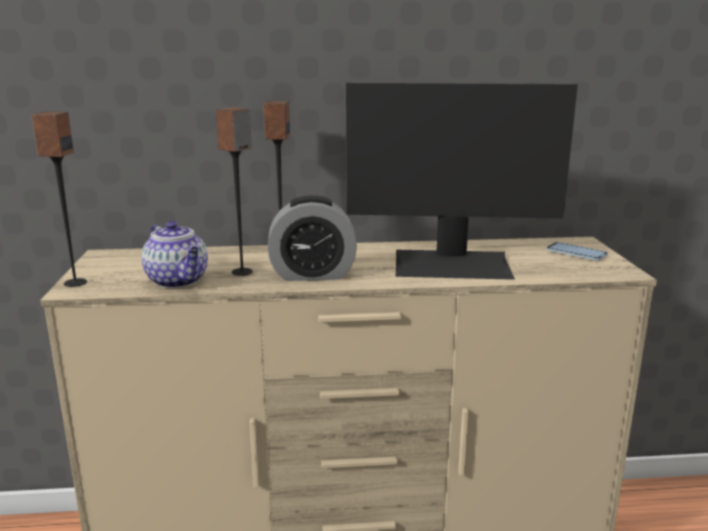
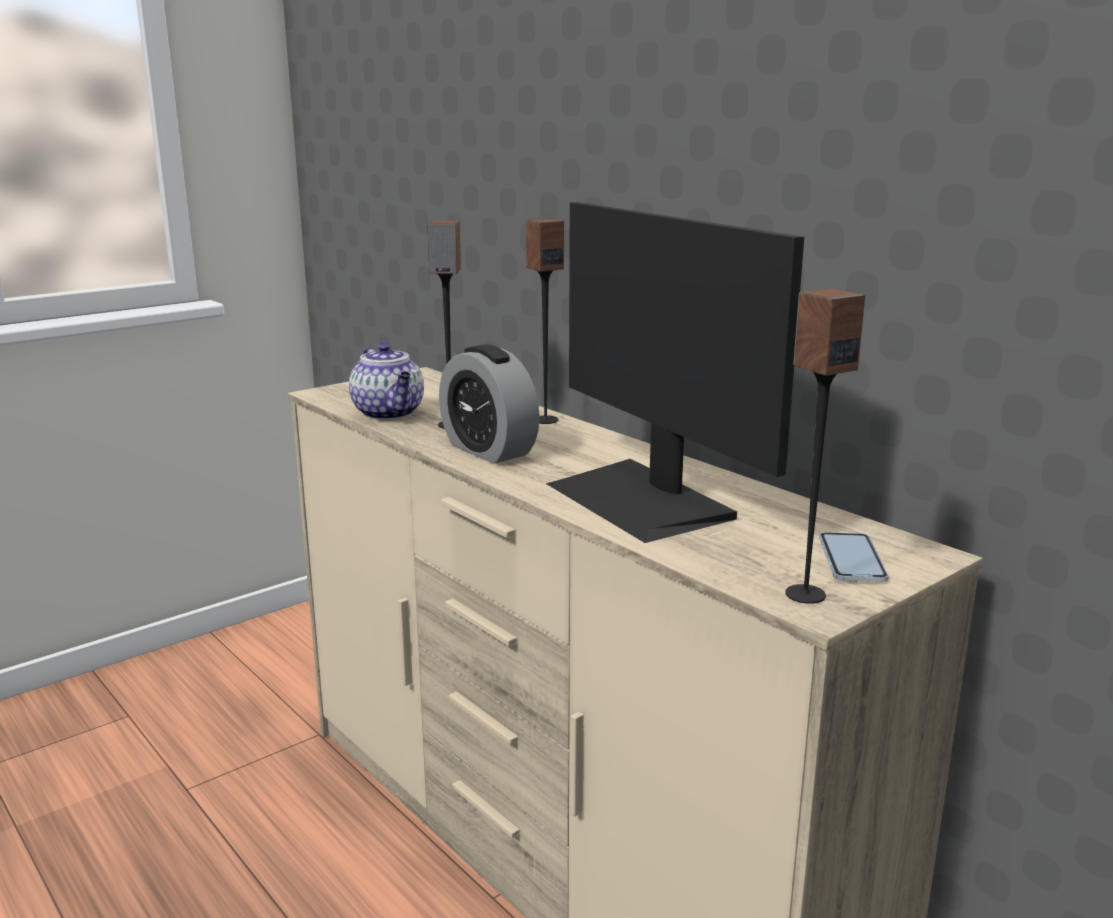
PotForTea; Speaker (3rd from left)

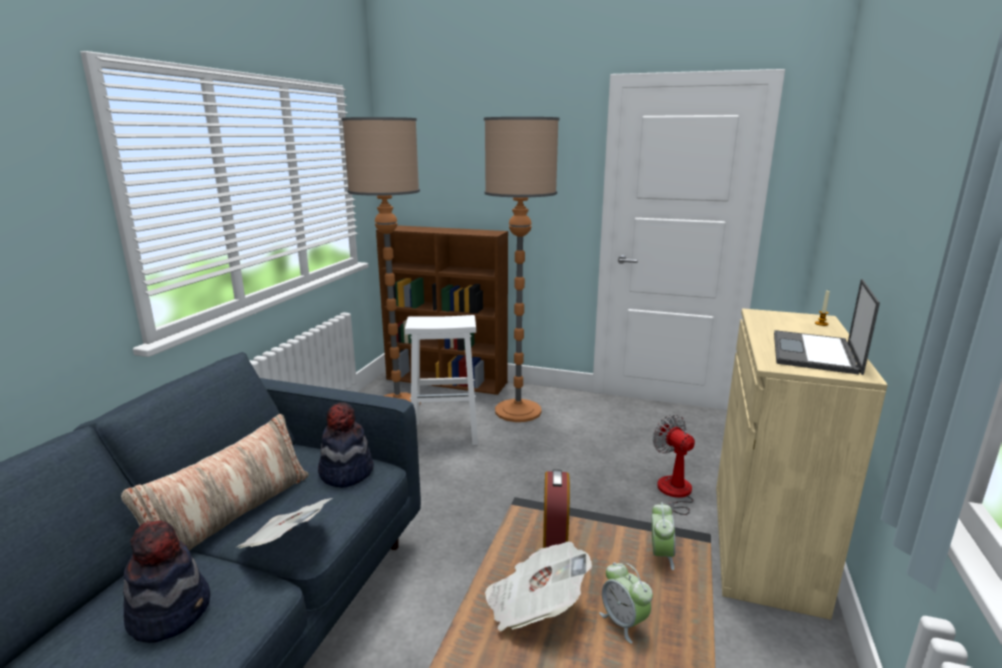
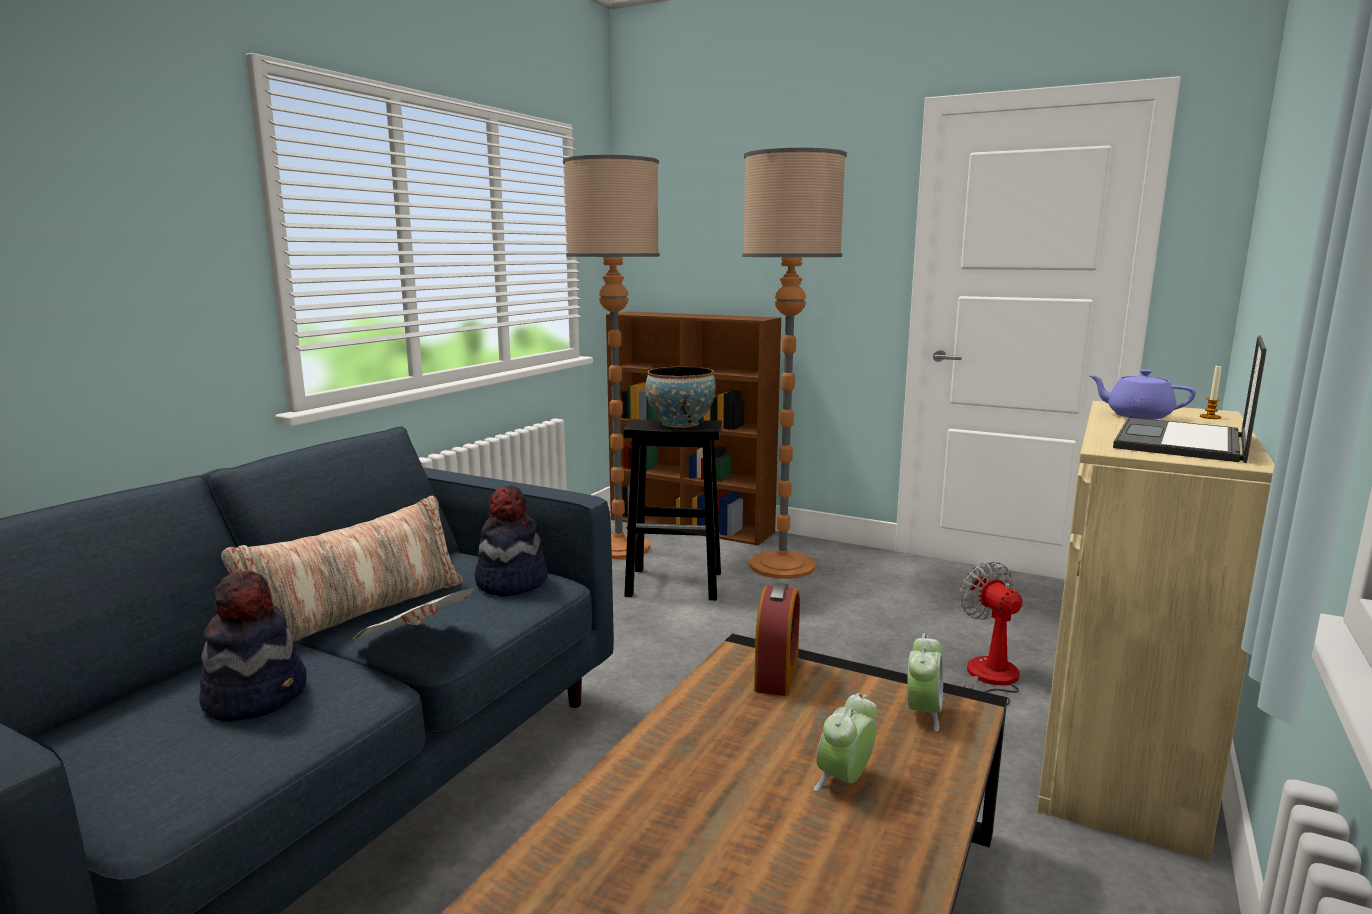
BlackColouredStool; DeepDish; AlarmClock (2nd from left); PurplePotForTea; PrintedPaper (2nd from left in the first image)

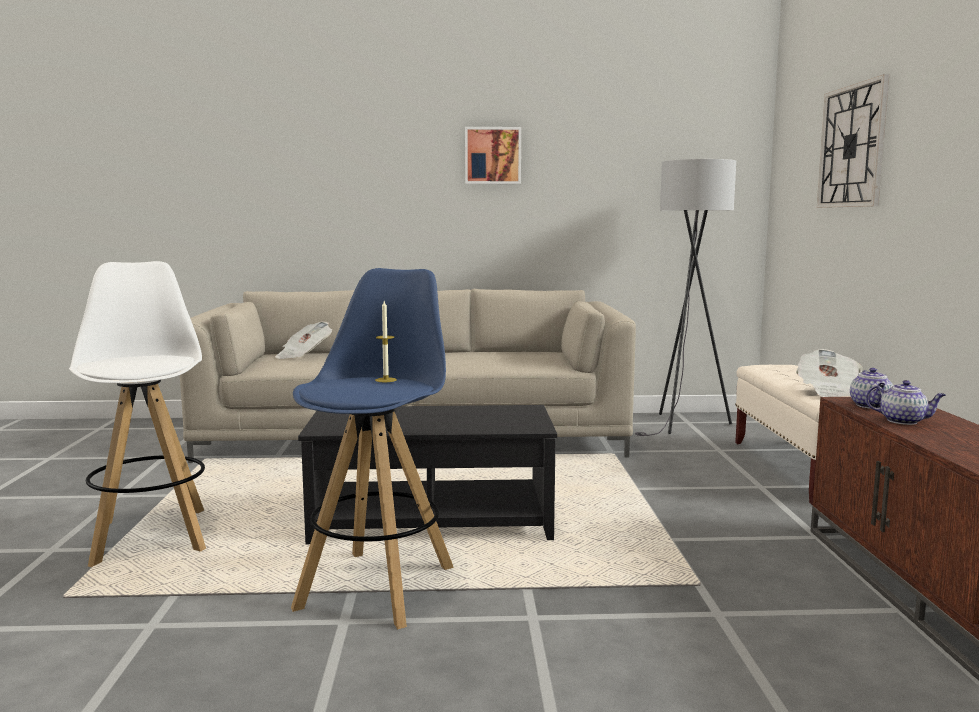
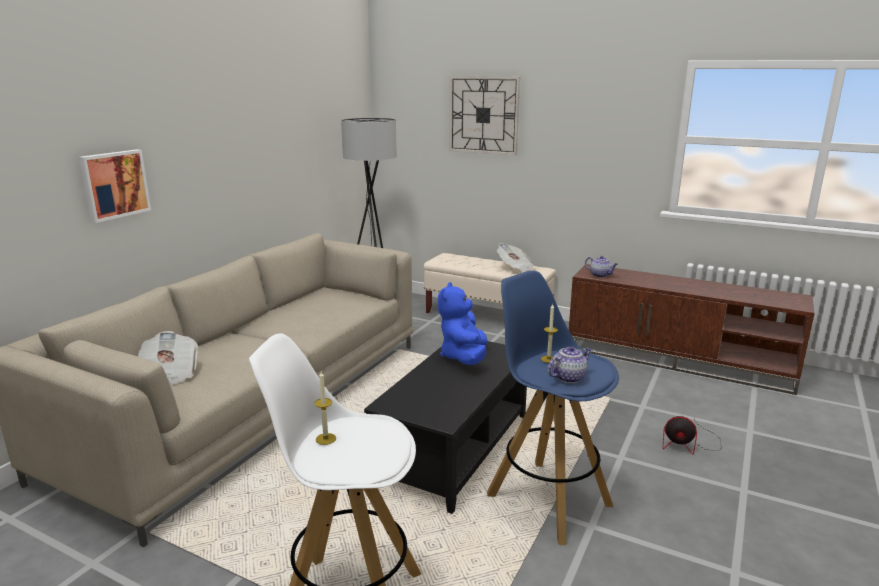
Picture; Candle (1st from left); BlueColouredSoftToy; PotForTea (1st from left); ElectricFan

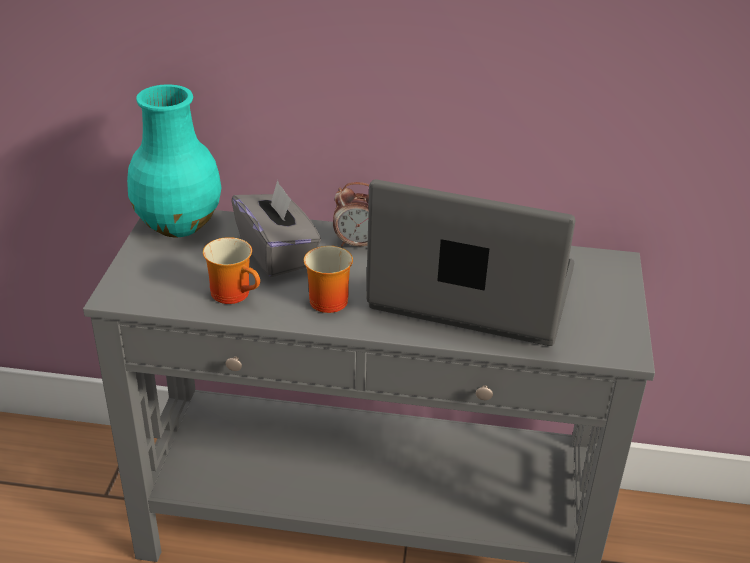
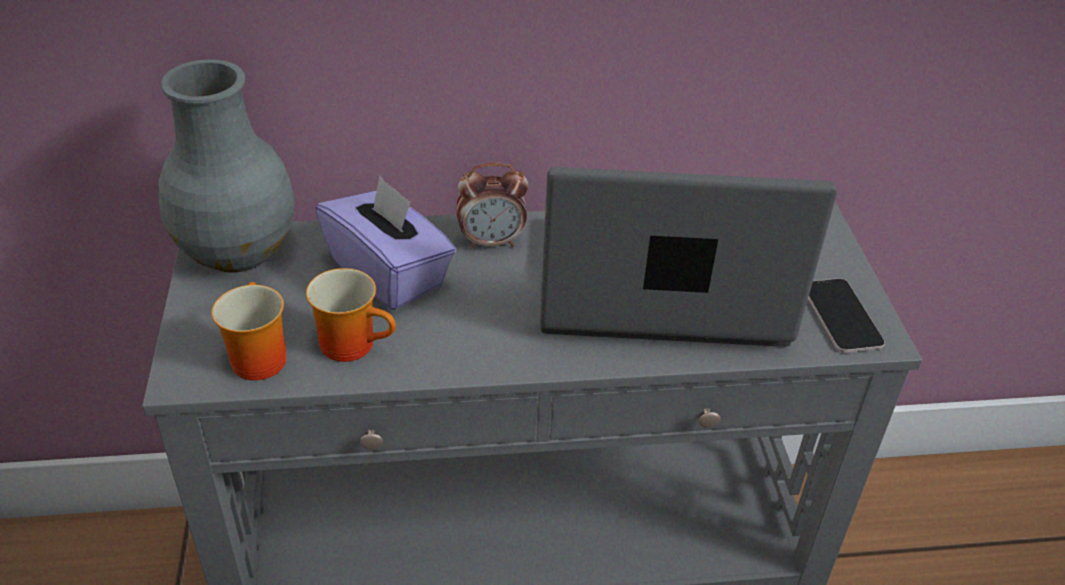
GrayVase; Mug (1st from left); PurpleBoxOfTissues; Phone

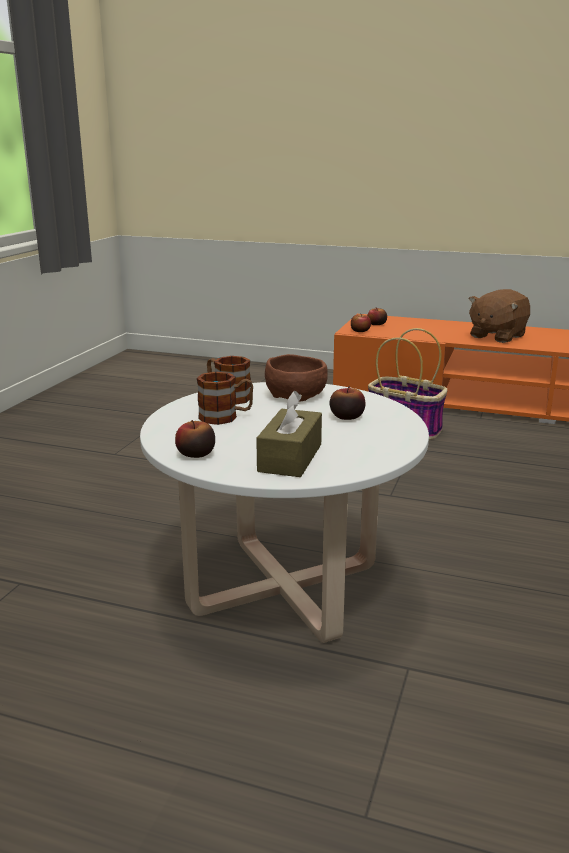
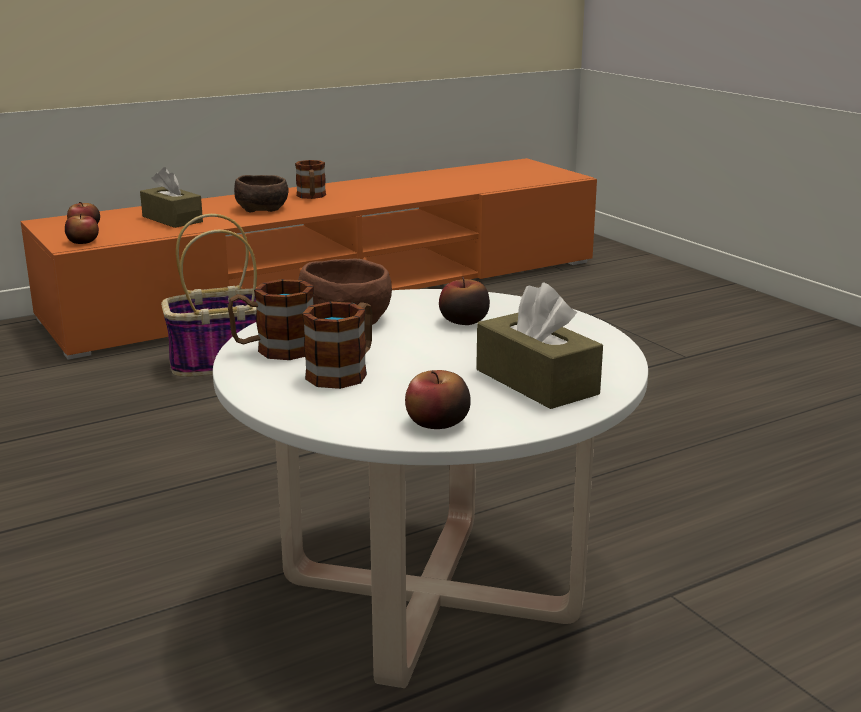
BrownColouredBoxOfTissues (1st from left); BrownColouredDeepDish (1st from left); Mug (2nd from left)

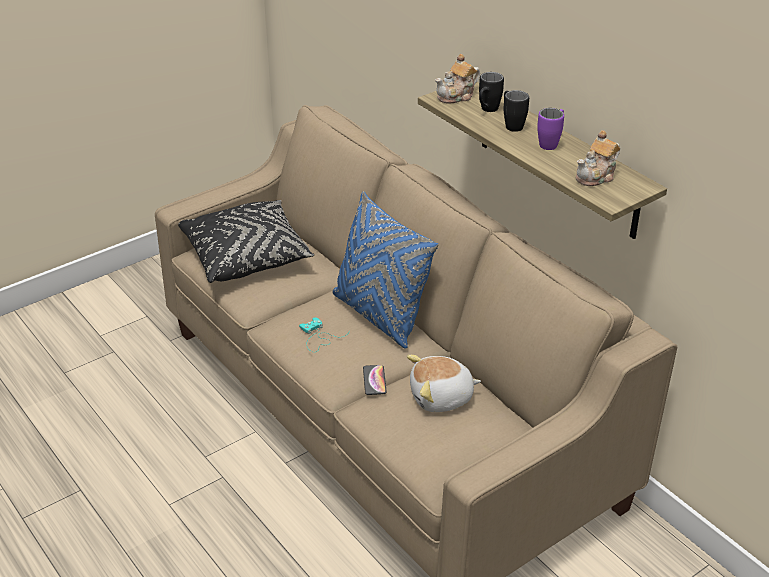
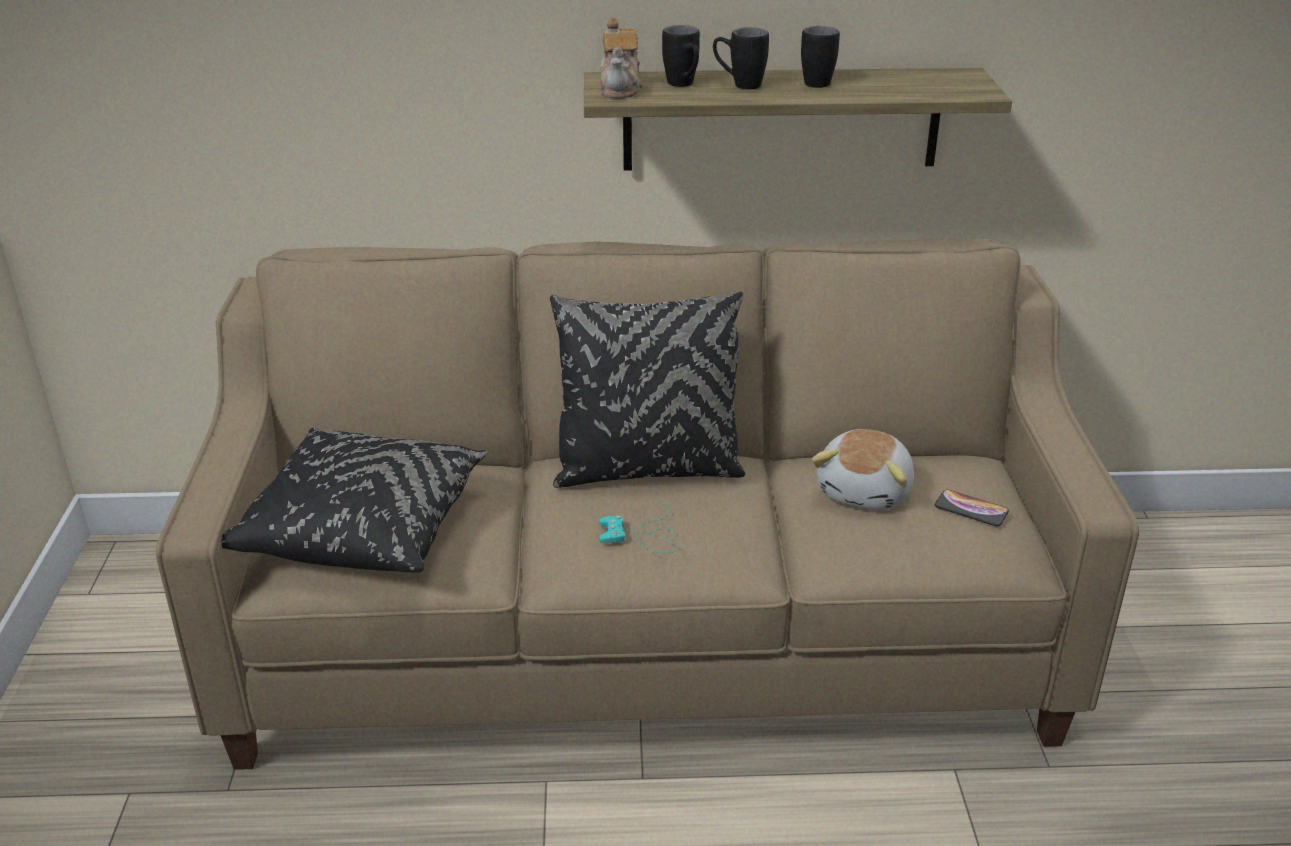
BlackColouredPillow (2nd from left); BlackColouredMug (3rd from left); Phone; PotForTea (2nd from left in the first image)

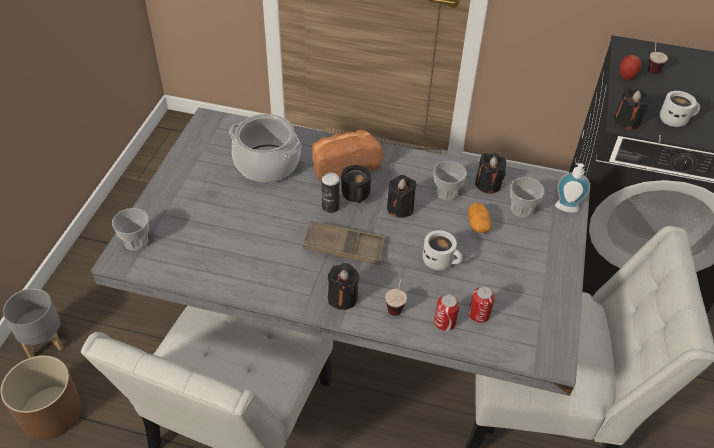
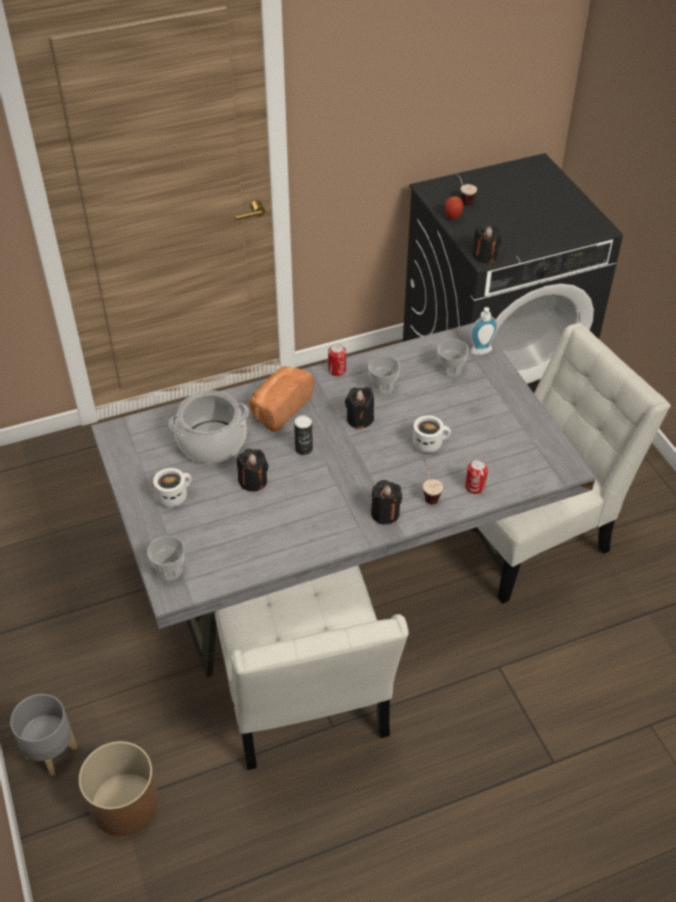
WhiteColouredMug (1st from left); BlackColouredCandle (1st from left); Can (2nd from left); BrownColouredTray; BlackColouredMug; Potato

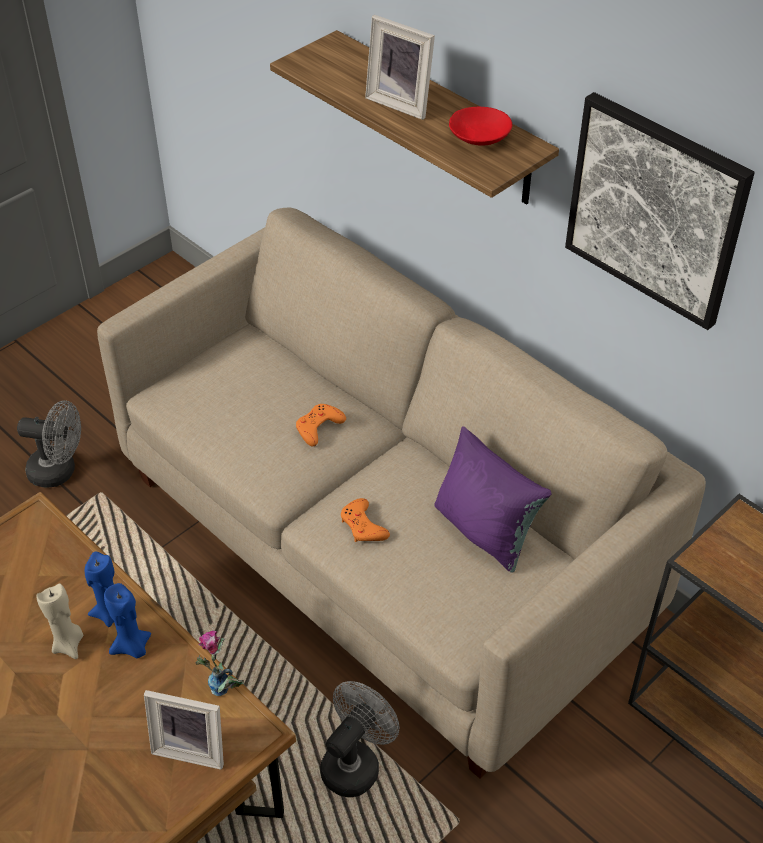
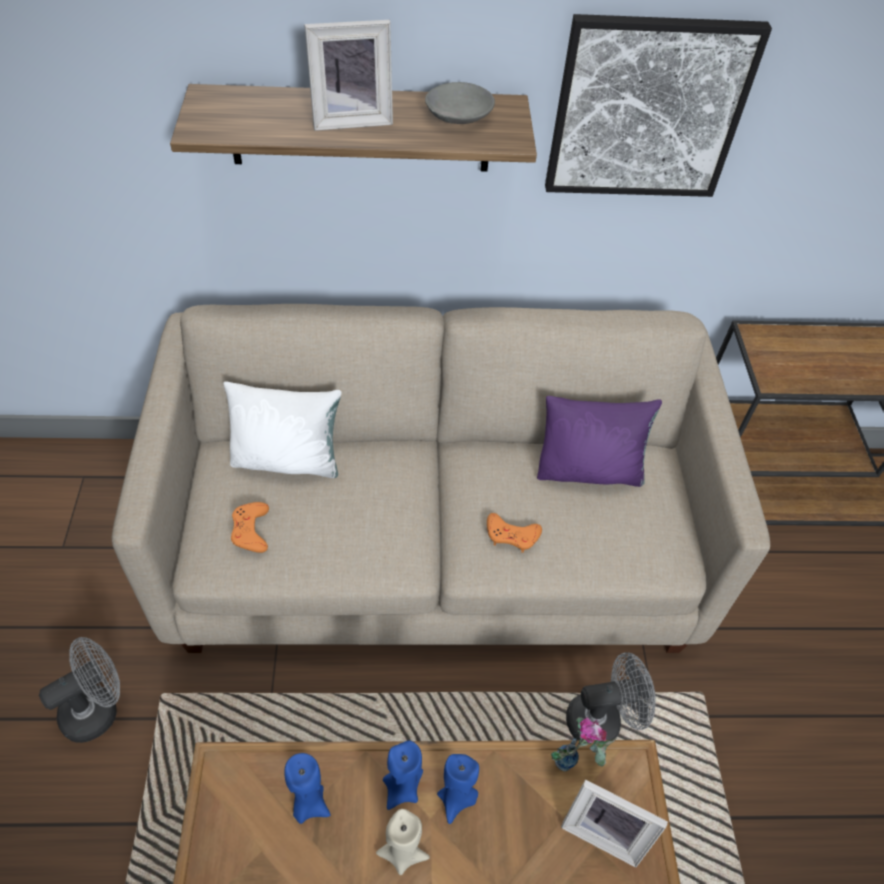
WhiteColouredPillow; OrangeGamepad (1st from left); BlueColouredCandle (1st from left); GrayDeepDish; StandingFrame (2nd from left); GrayElectricFan (2nd from left)

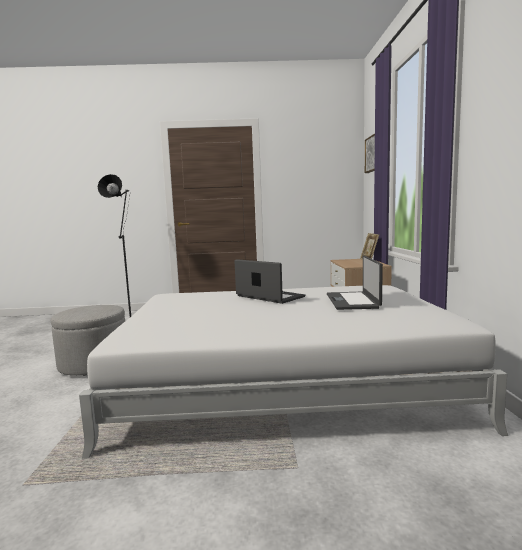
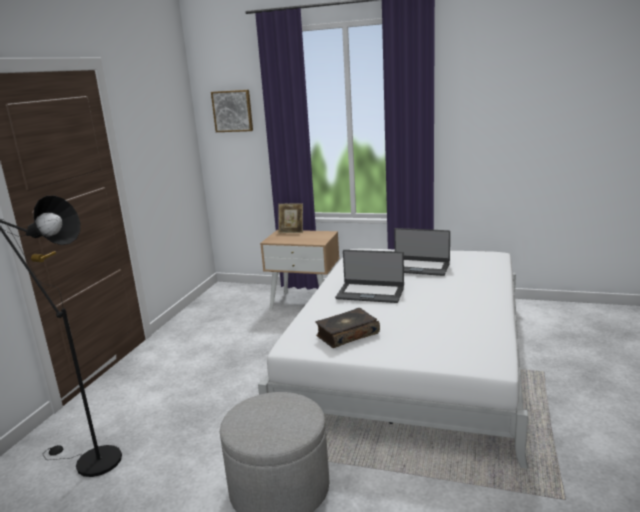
BoundBook; PortableComputer (1st from left)

